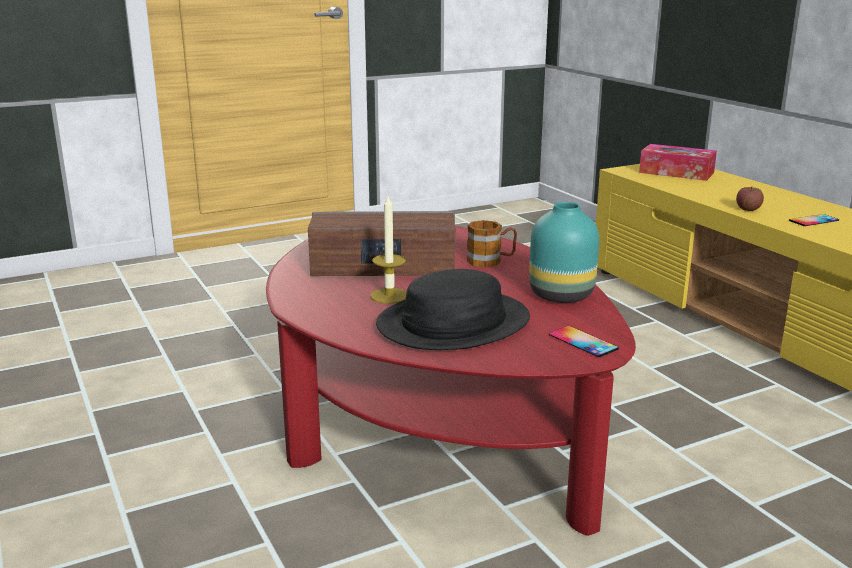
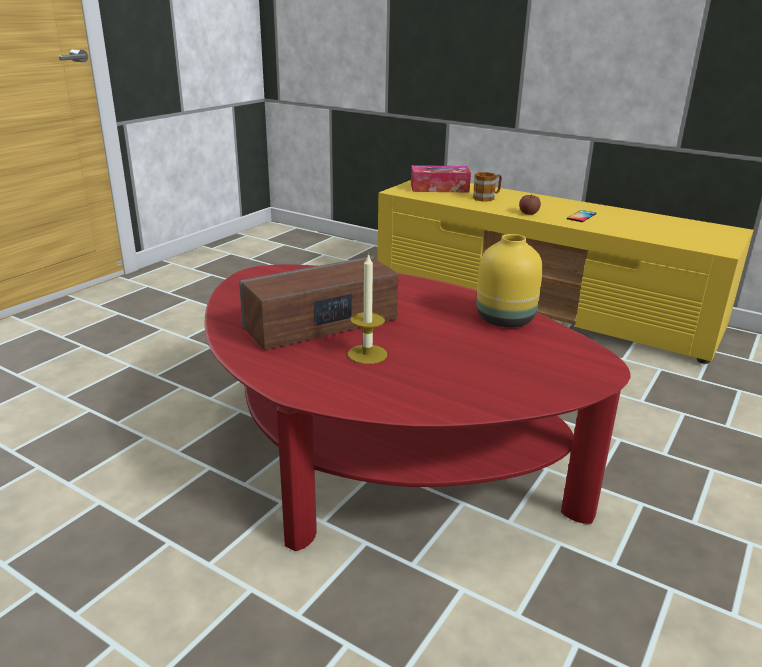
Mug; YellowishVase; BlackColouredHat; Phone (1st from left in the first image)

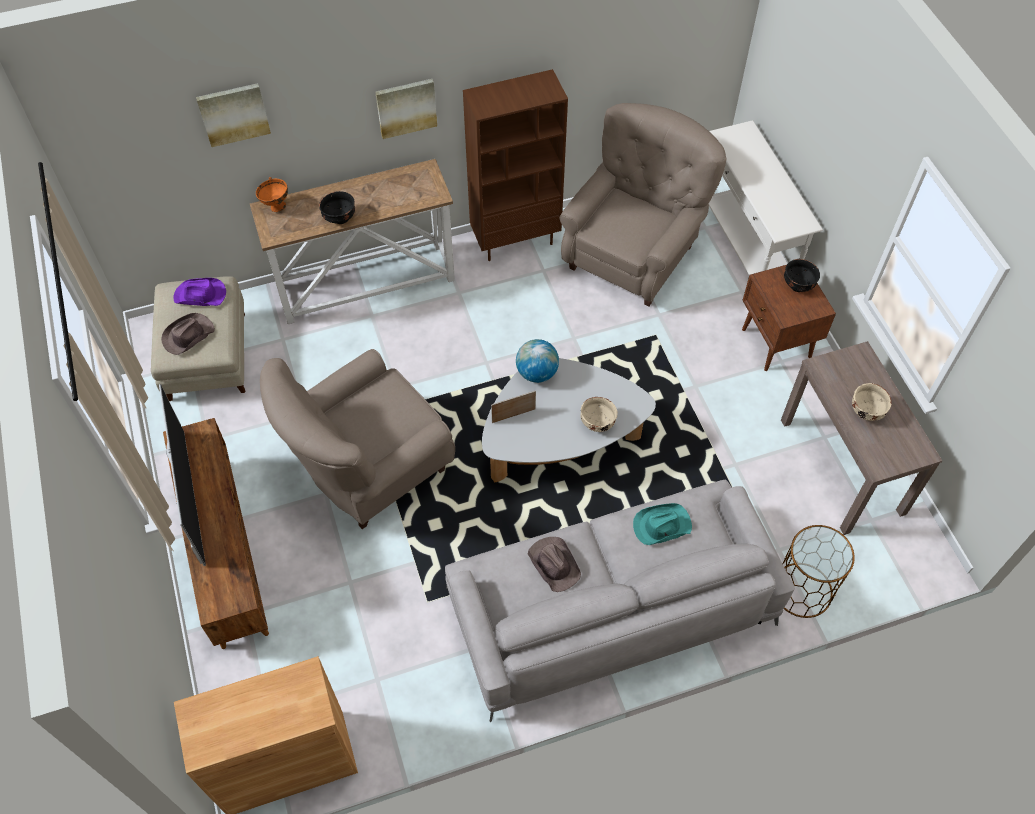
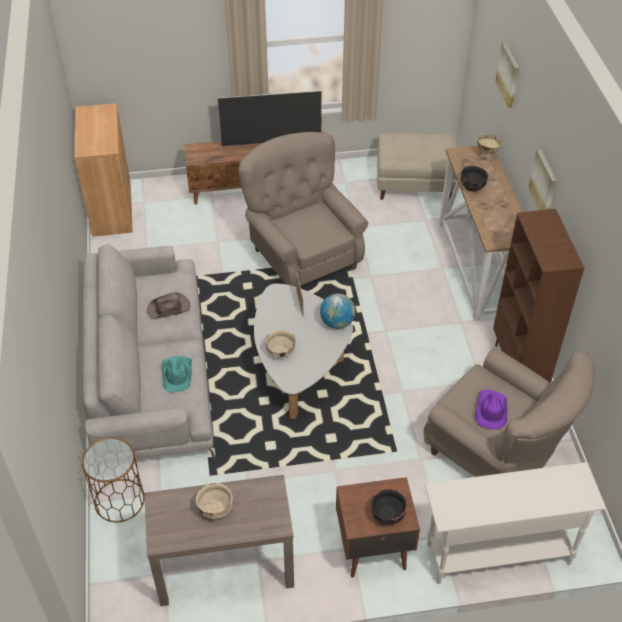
PurpleHat; SandColouredDeepDish (3rd from left); BrownColouredHat (1st from left in the first image)

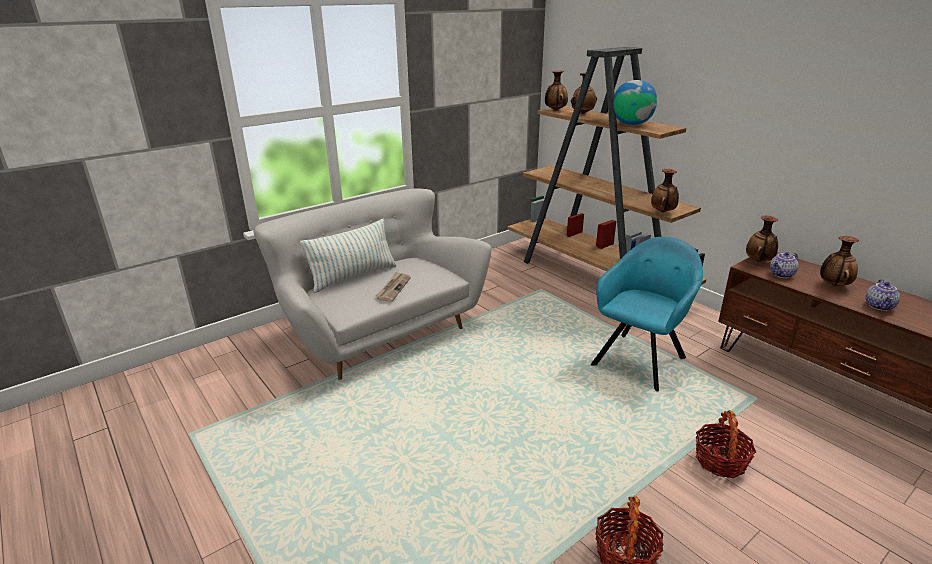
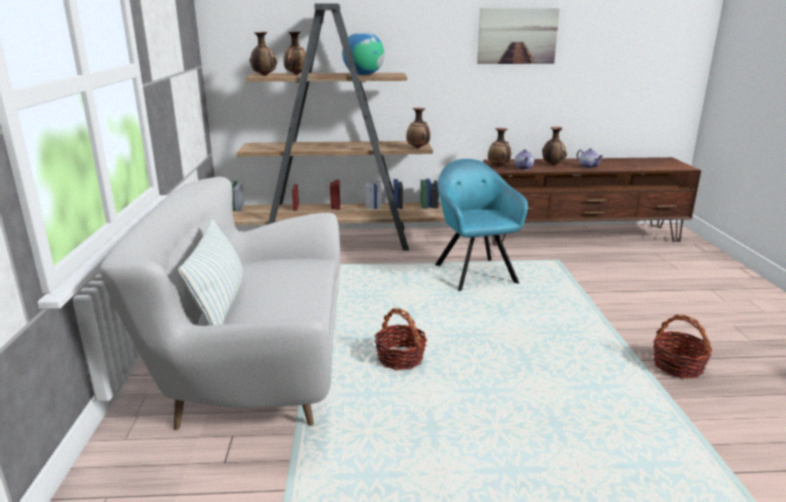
StorageBasket (1st from left); Picture; PrintedPaper

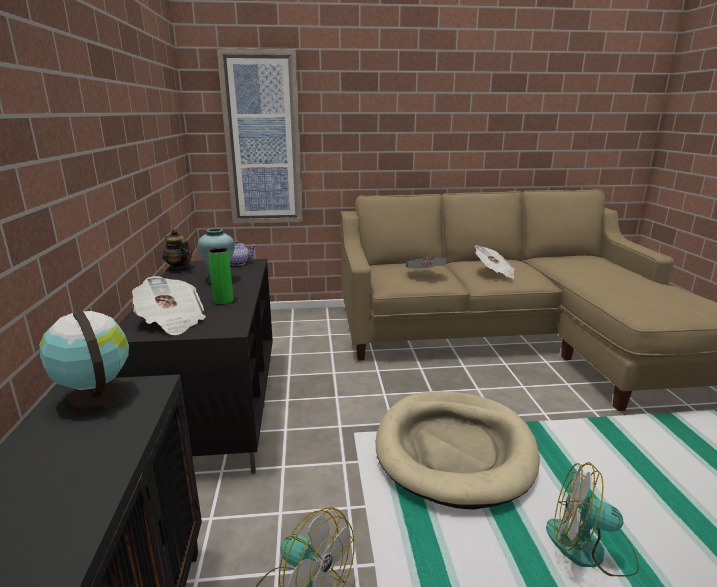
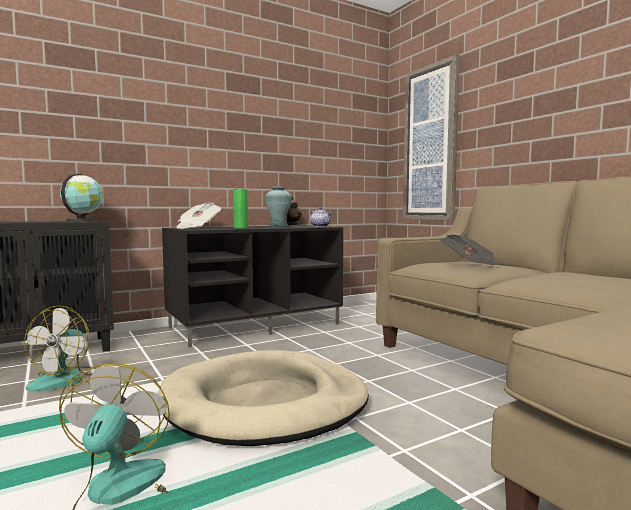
PrintedPaper (3rd from left in the first image)

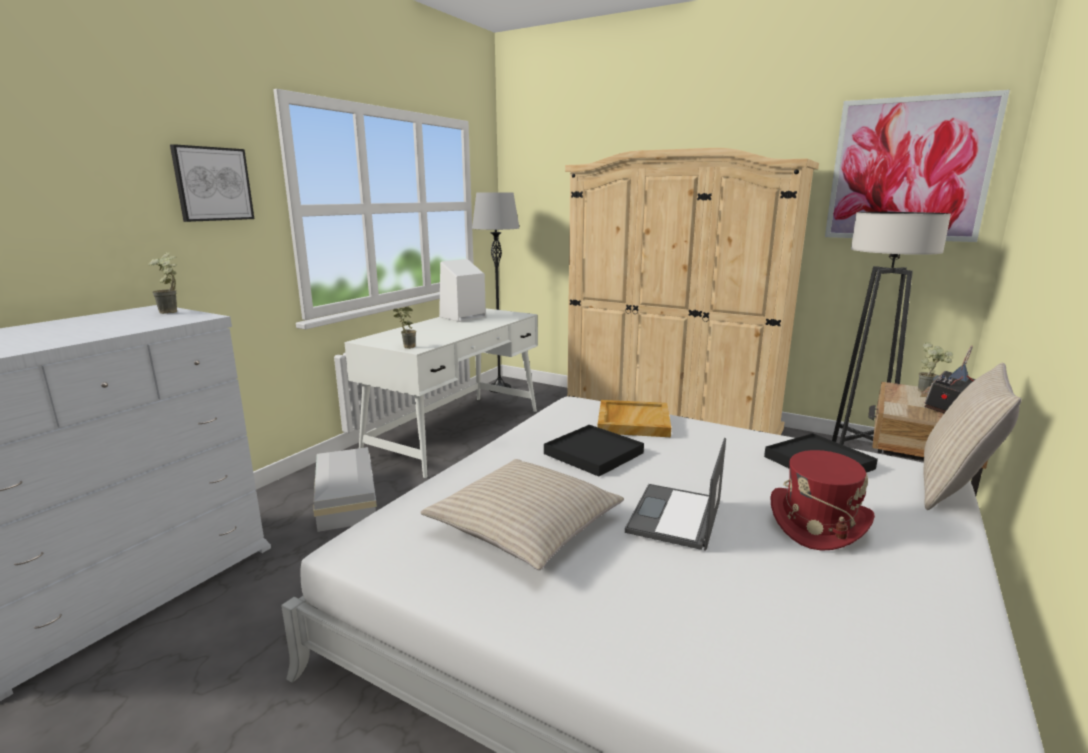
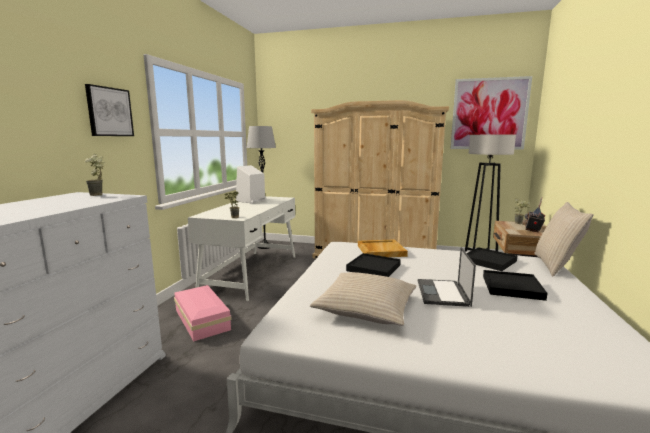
PinkColouredStorageBin; BlackColouredTray (3rd from left)

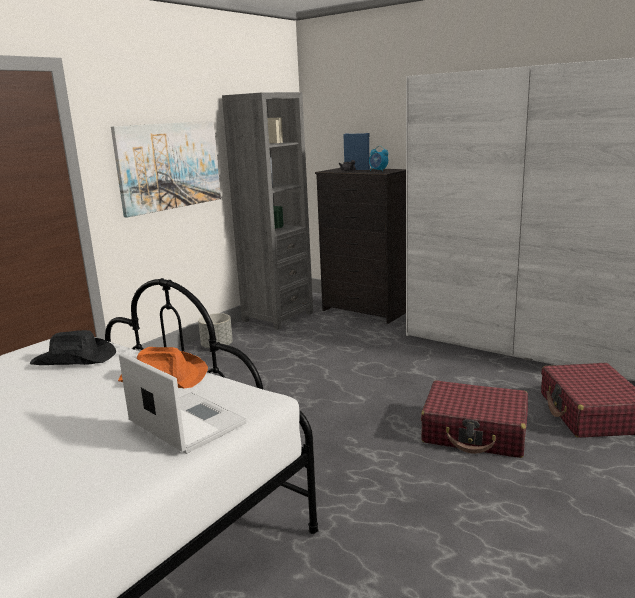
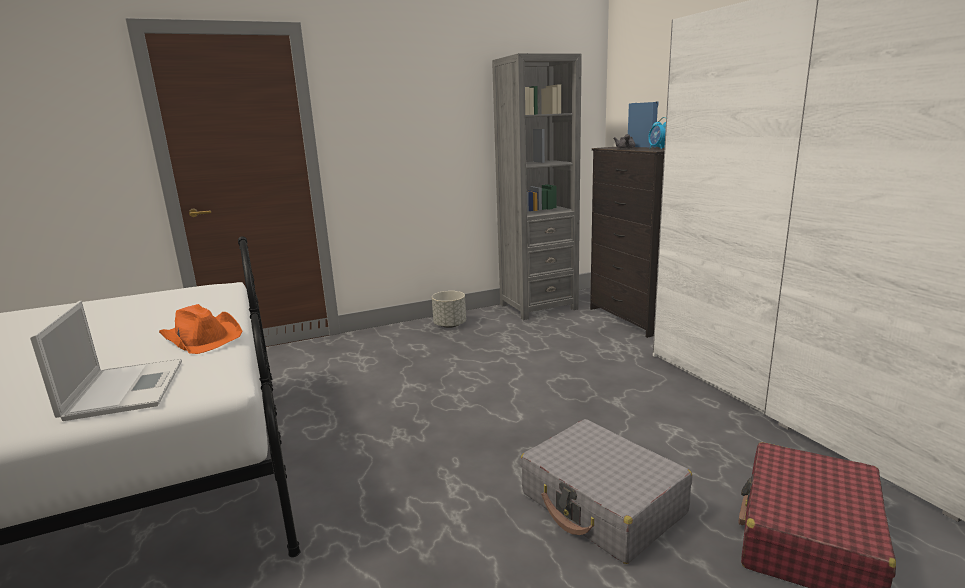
GraySuitcase; BlackColouredHat; Picture

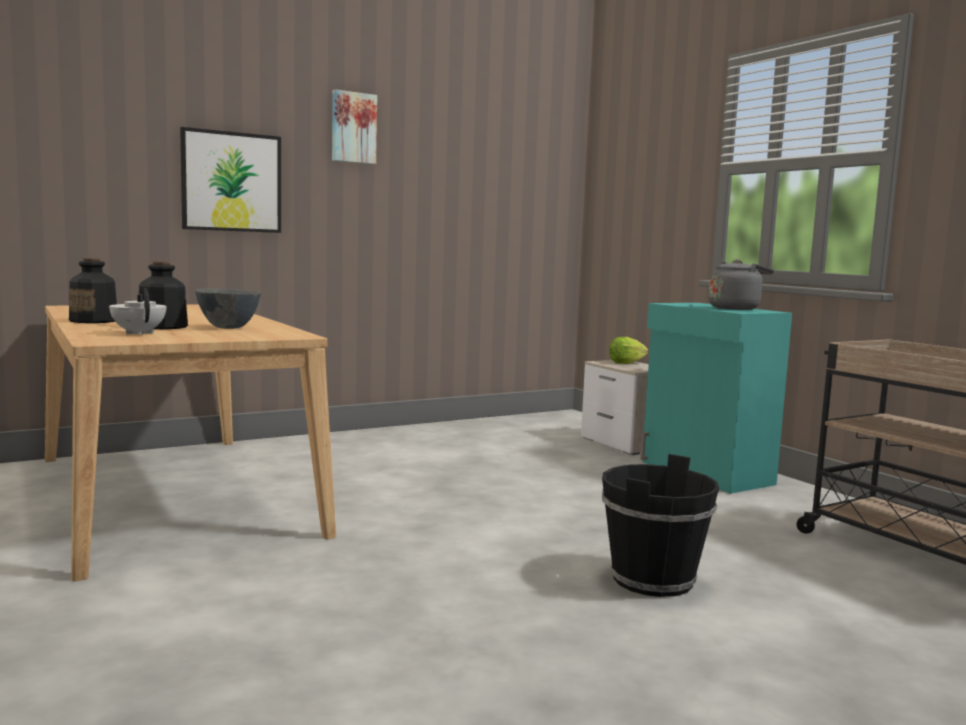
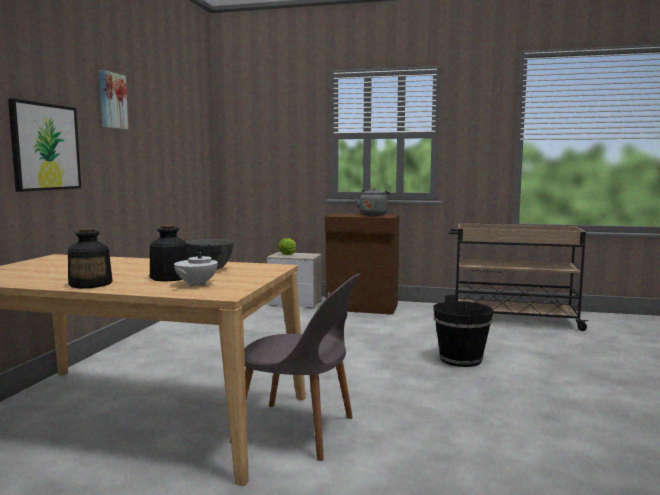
WhiteColouredPotForTea; GrayUprightChair; BrownColouredCabinet

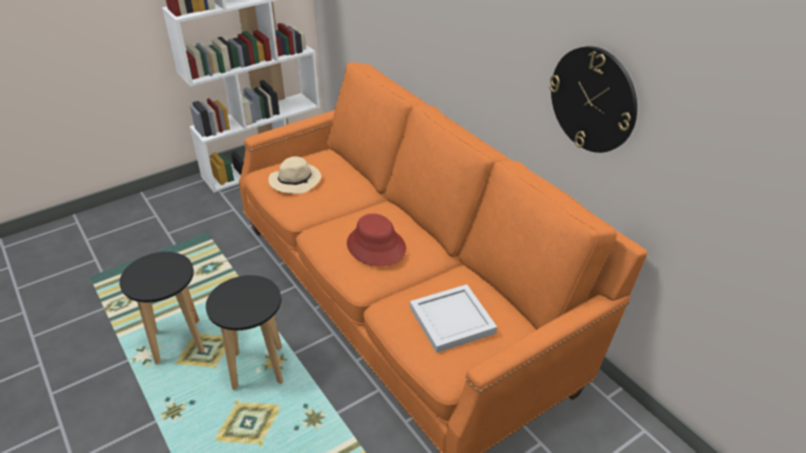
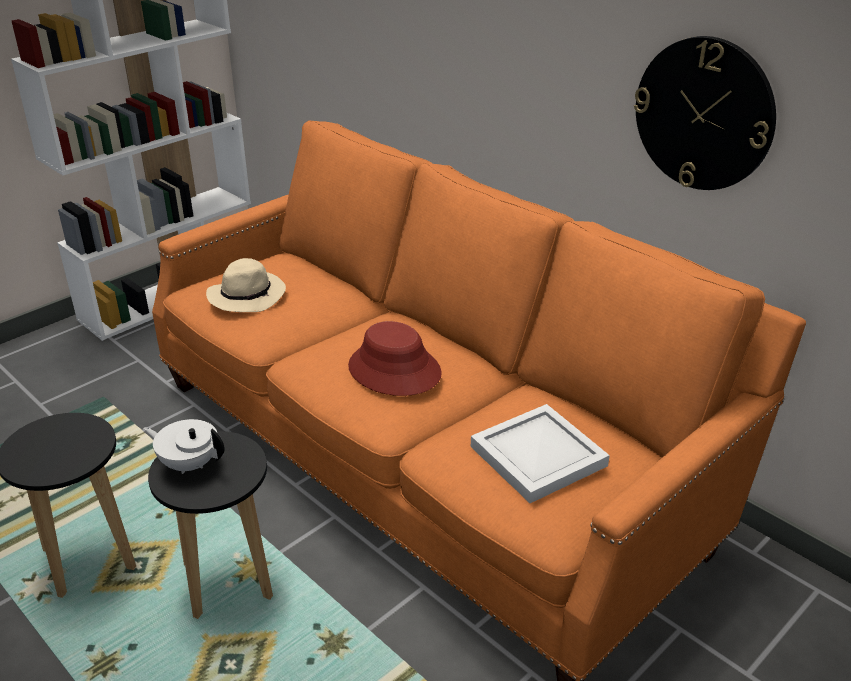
WhiteColouredPotForTea

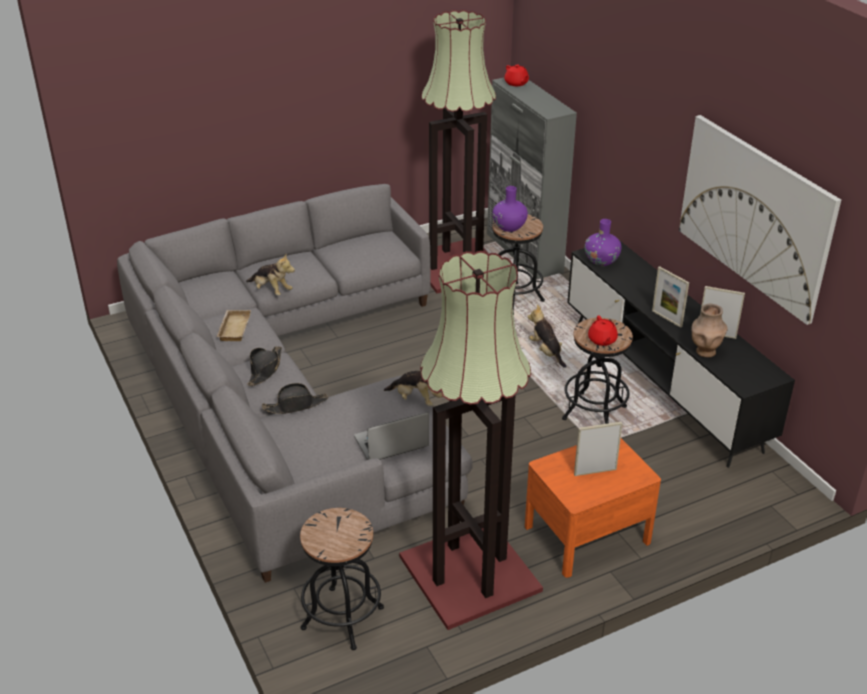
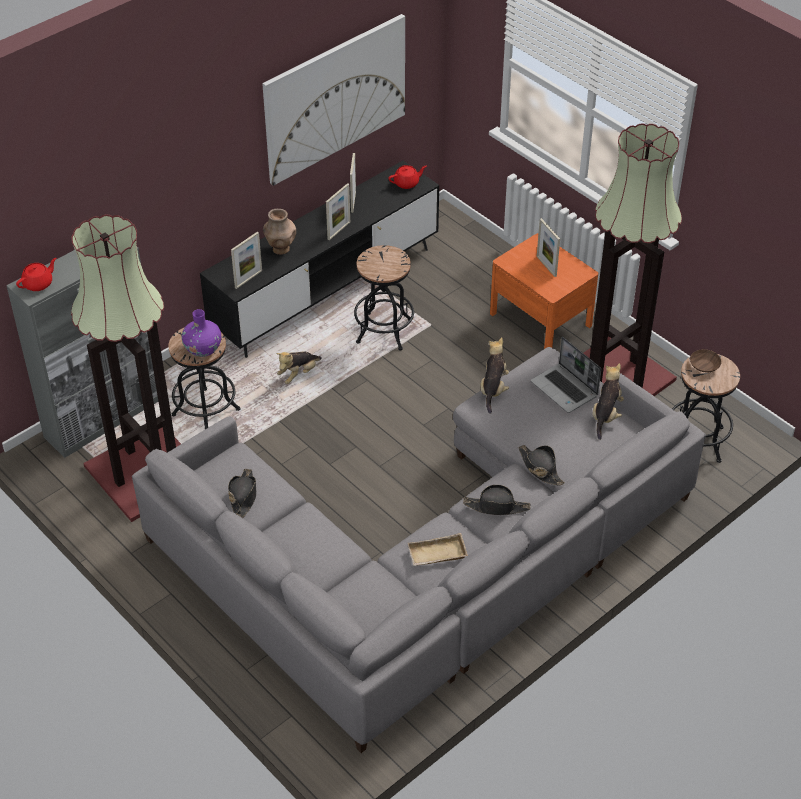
BlackColouredHat (1st from left); StandingFrame (1st from left); BrownColouredVase; ReddishPotForTea (2nd from left); SoftToy (3rd from left); BrownColouredDeepDish

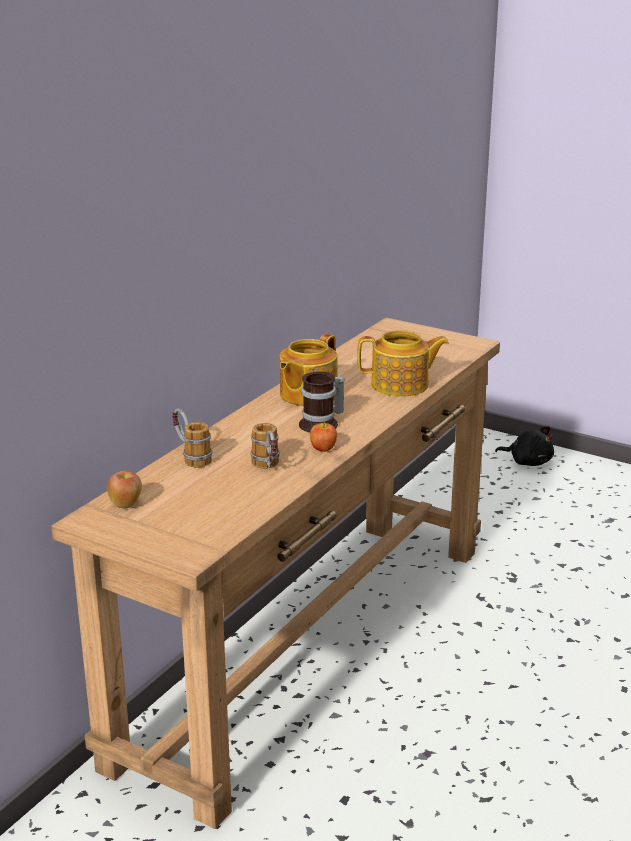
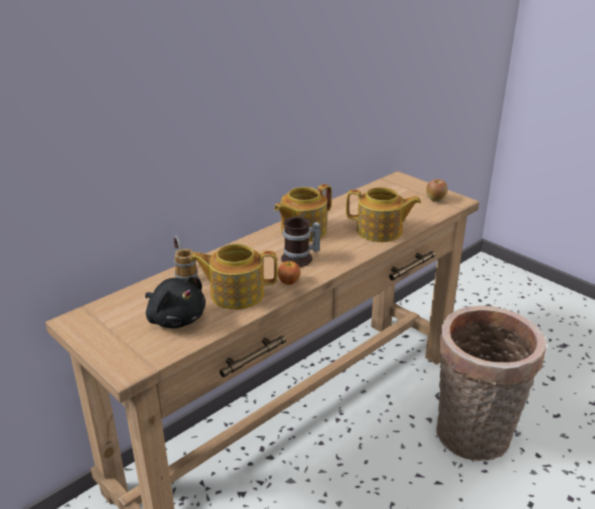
BlackColouredSoftToy; PotForTea (1st from left); WholeApple (2nd from left); StorageBasket

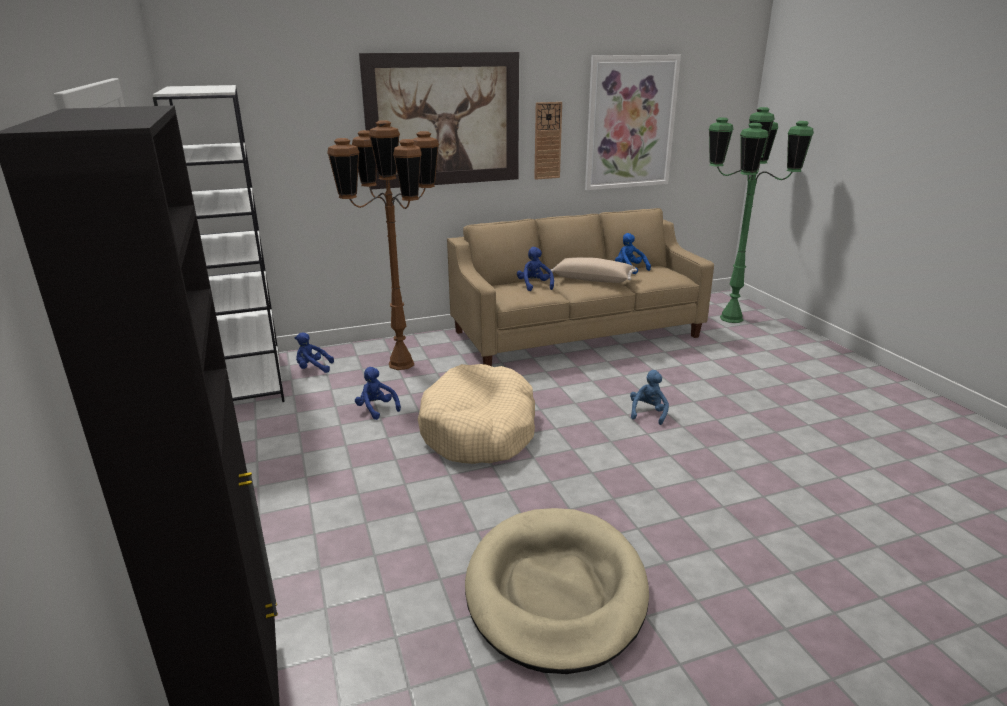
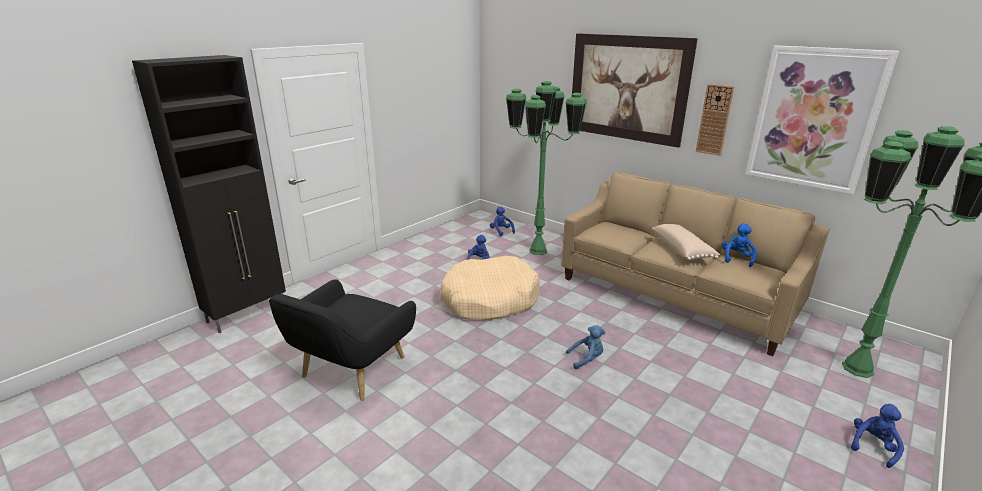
BlackColouredArmchair; GreenishStandingLamp (1st from left); BlueColouredSoftToy (5th from left); WhiteColouredShelvingUnit

